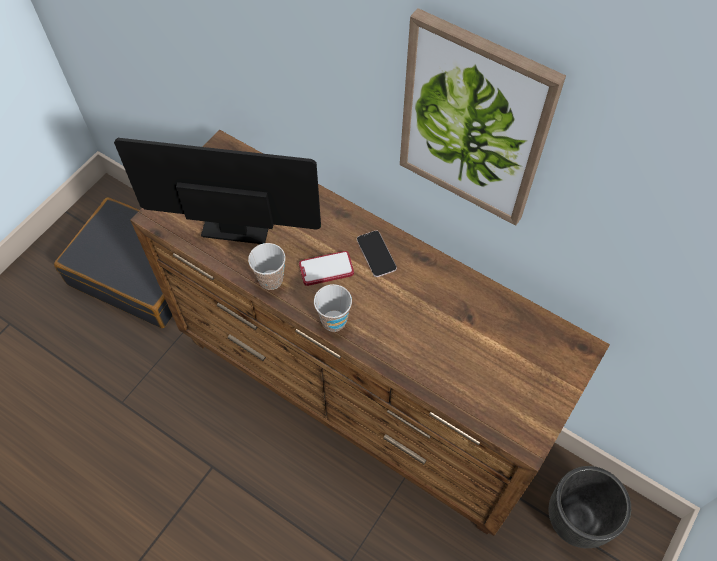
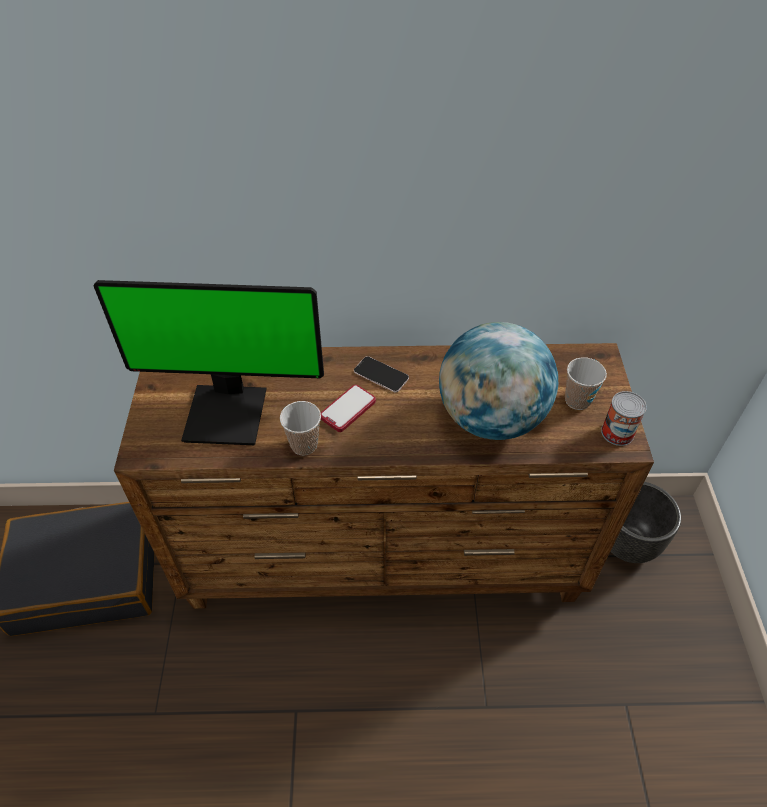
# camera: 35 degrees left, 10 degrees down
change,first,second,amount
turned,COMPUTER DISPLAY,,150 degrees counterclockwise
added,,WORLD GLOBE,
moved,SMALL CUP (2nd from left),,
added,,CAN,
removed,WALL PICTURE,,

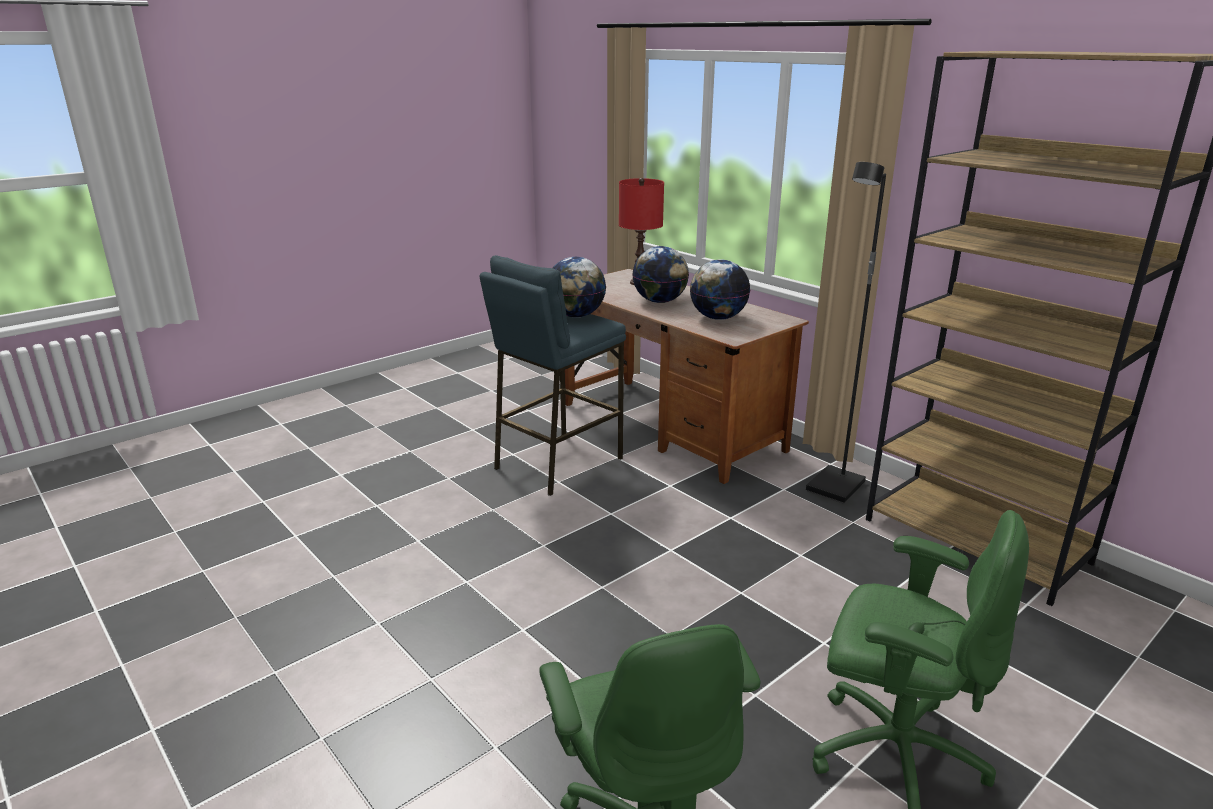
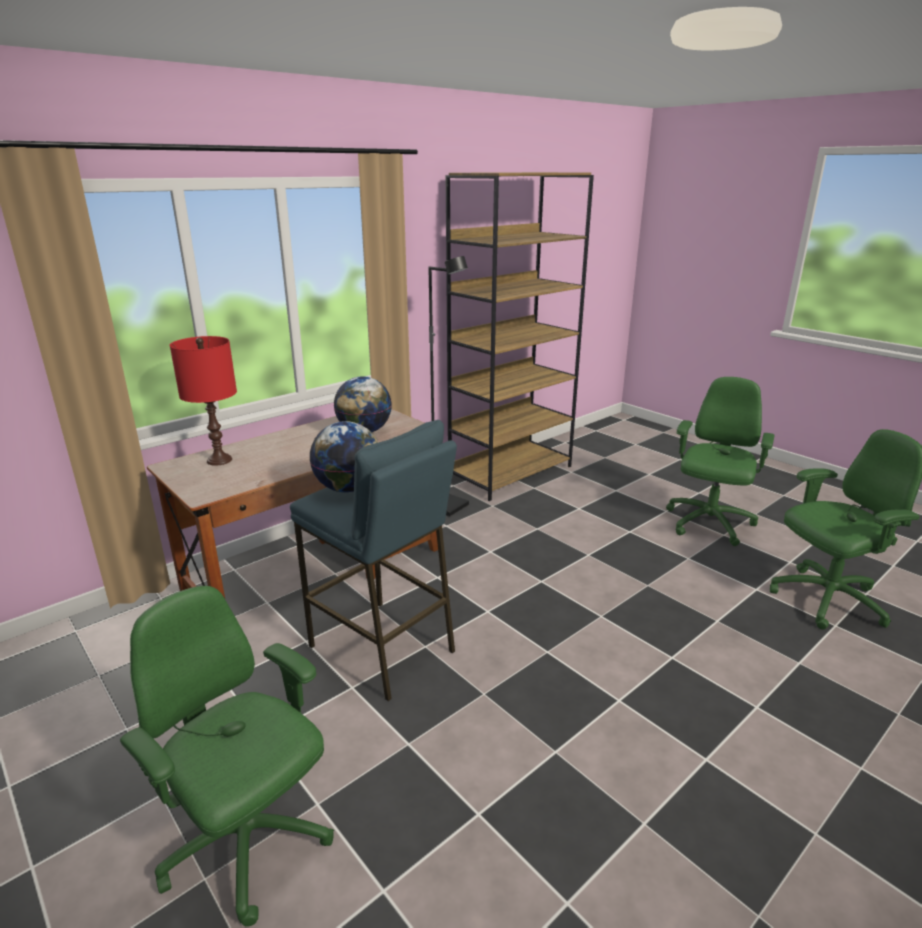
# camera: 90 degrees left, 0 degrees up
change,first,second,amount
added,,GREEN DESK CHAIR (1st from left),
removed,WORLD GLOBE (2nd from left),,

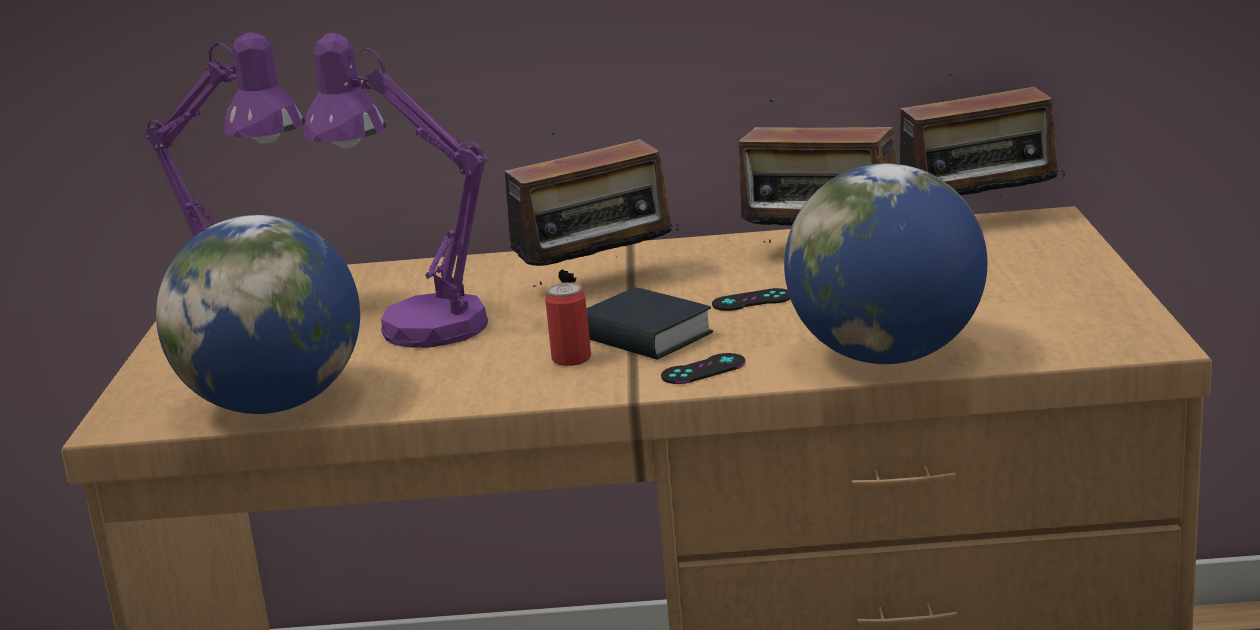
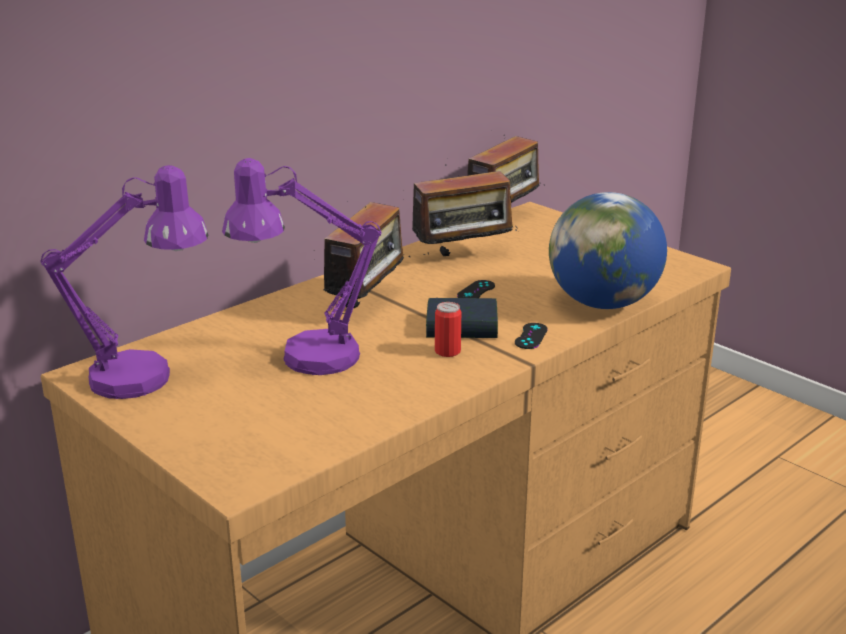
# camera: 45 degrees left, 5 degrees up
change,first,second,amount
removed,WORLD GLOBE (1st from left),,

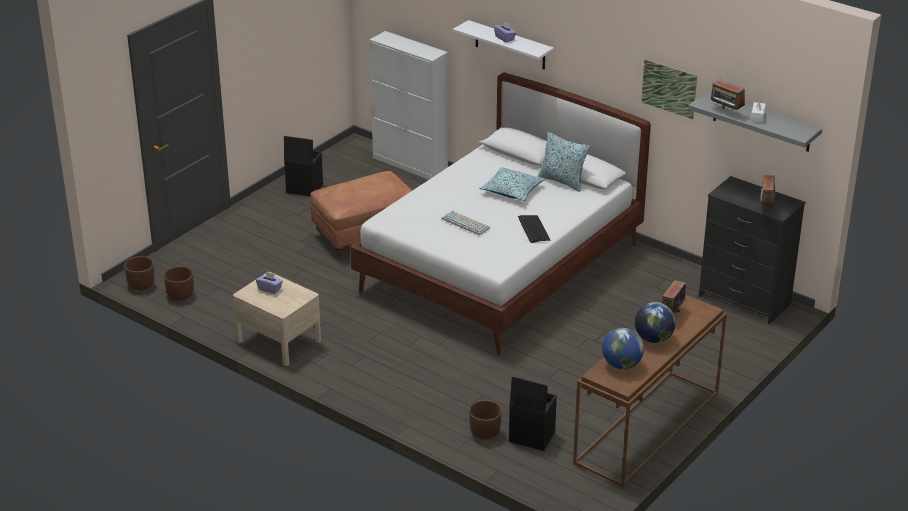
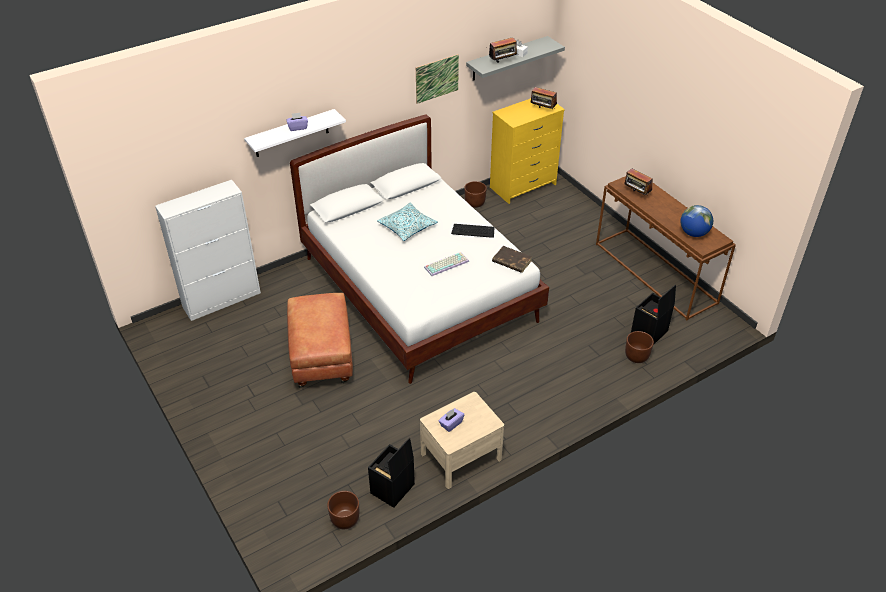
# camera: 70 degrees left, 10 degrees up
change,first,second,amount
moved,BLACK STORAGE BOX (1st from left),,
moved,BROWNISH PLANT POT (1st from left in the first image),BROWNISH PLANT POT (2nd from left),
recoloured,BLACK CHEST OF DRAWERS,YELLOW CHEST OF DRAWERS,
added,,BROWNISH BOOK,
removed,THROW PILLOW (2nd from left),,
removed,WORLD GLOBE (2nd from left),,

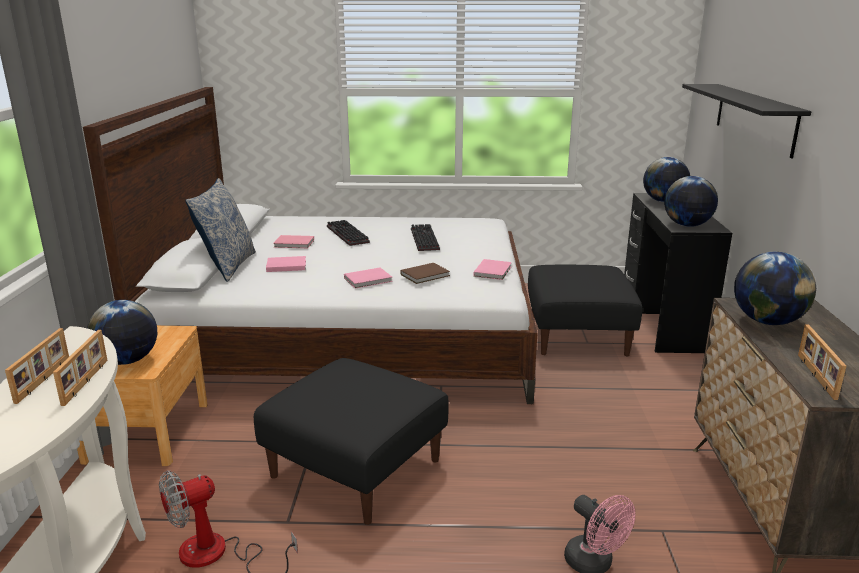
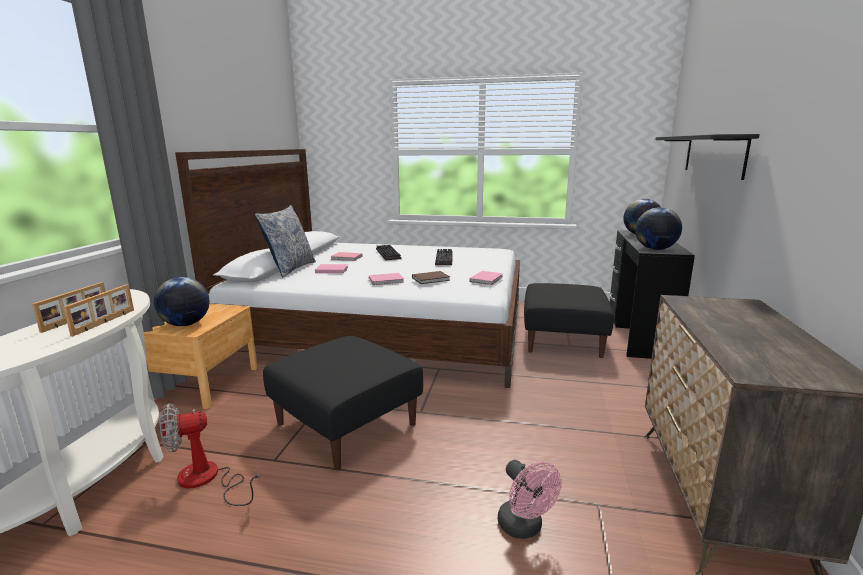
# camera: 10 degrees right, 5 degrees down
change,first,second,amount
removed,WORLD GLOBE (4th from left),,
removed,STANDING FRAME (3rd from left),,

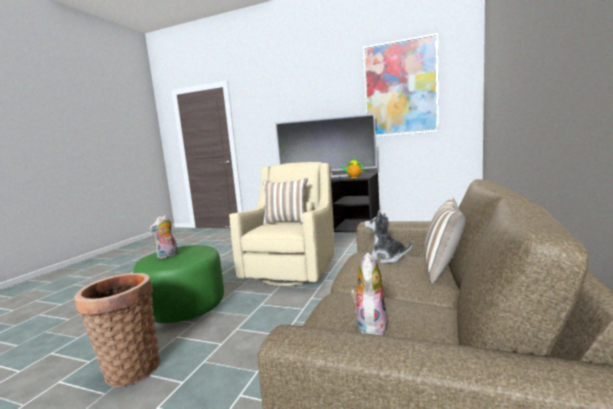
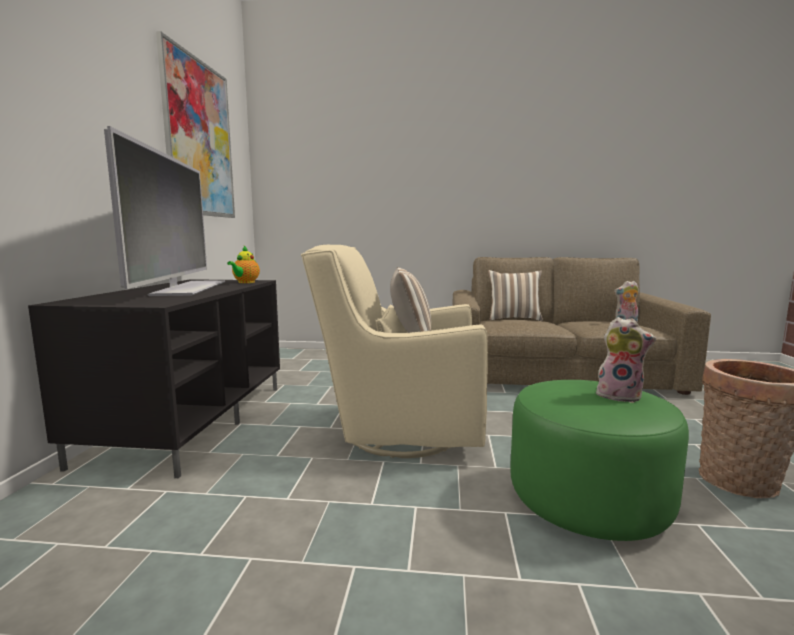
# camera: 105 degrees left, 0 degrees up
change,first,second,amount
removed,PLUSH TOY (3rd from left),,

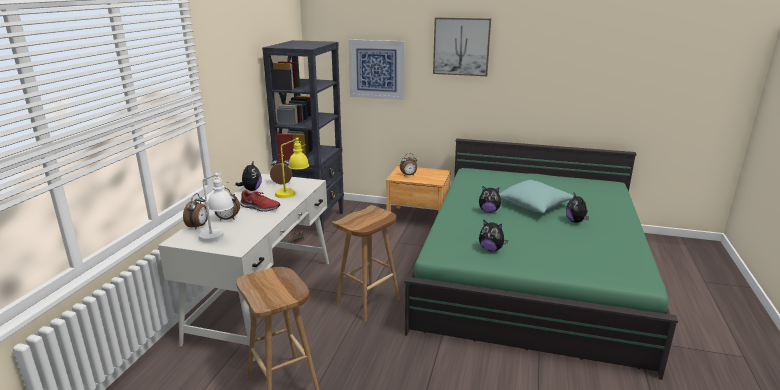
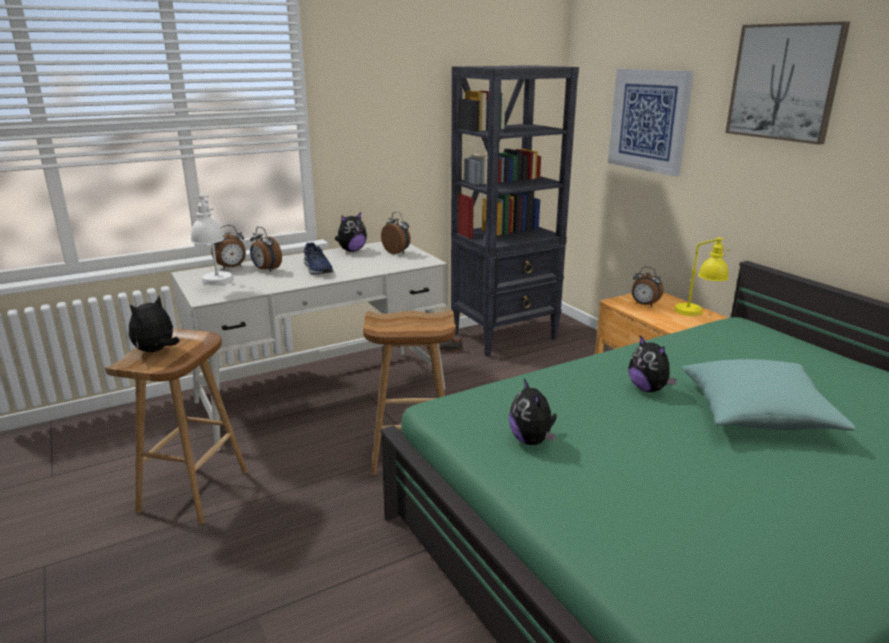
# camera: 45 degrees right, 0 degrees up
change,first,second,amount
moved,PLUSH TOY (4th from left in the first image),PLUSH TOY (1st from left),
recoloured,RED-COLOURED ITEM OF FOOTWEAR,BLUE ITEM OF FOOTWEAR,
moved,YELLOW TABLE LAMP,,

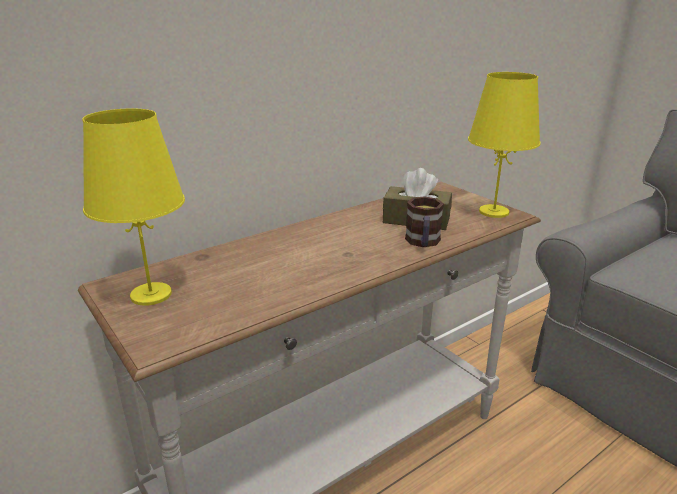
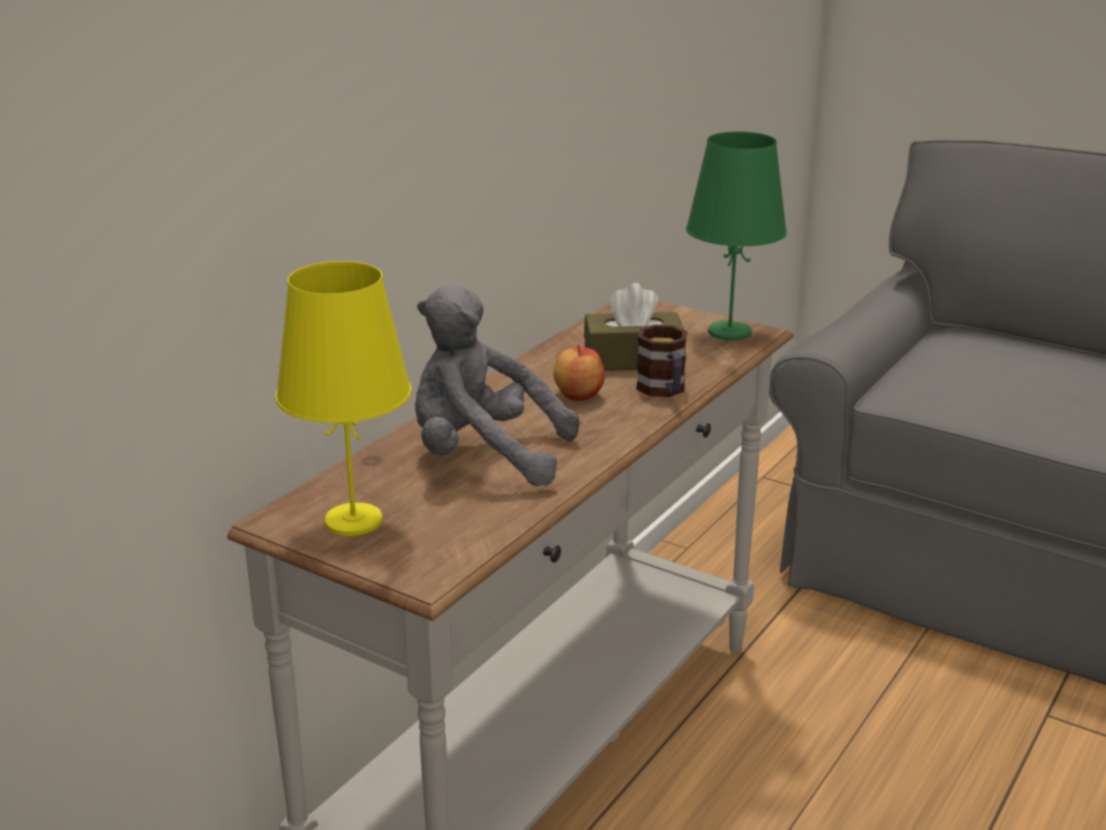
# camera: 20 degrees left, 0 degrees up
change,first,second,amount
added,,GREYISH PLUSH TOY,
added,,APPLE,
recoloured,YELLOW TABLE LAMP (2nd from left),GREEN TABLE LAMP,

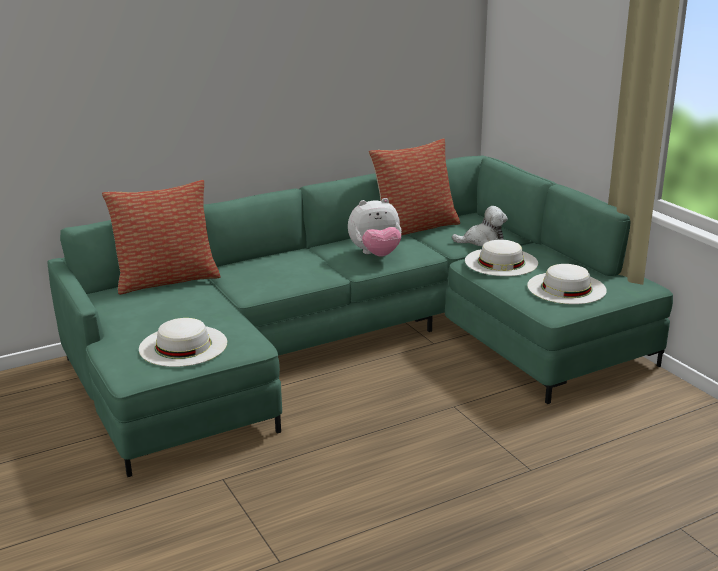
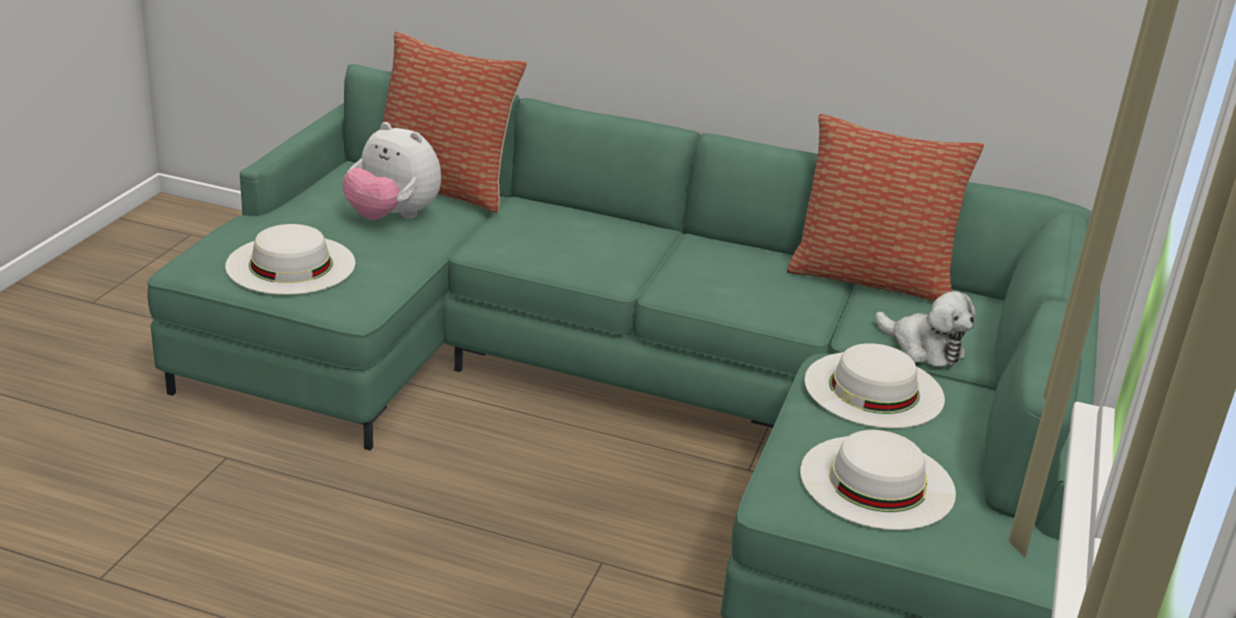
# camera: 45 degrees right, 5 degrees up
change,first,second,amount
moved,PLUSH TOY (1st from left),,

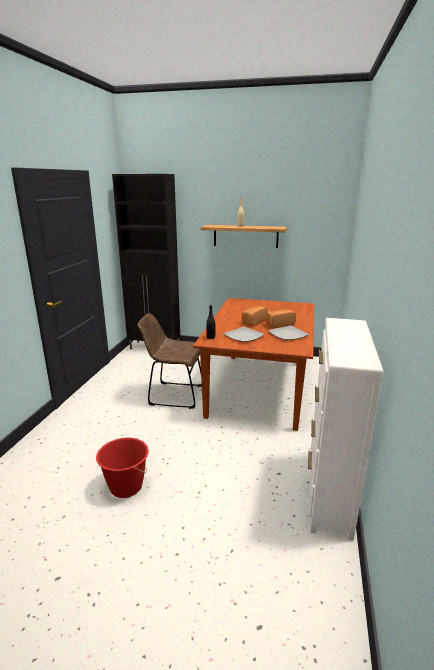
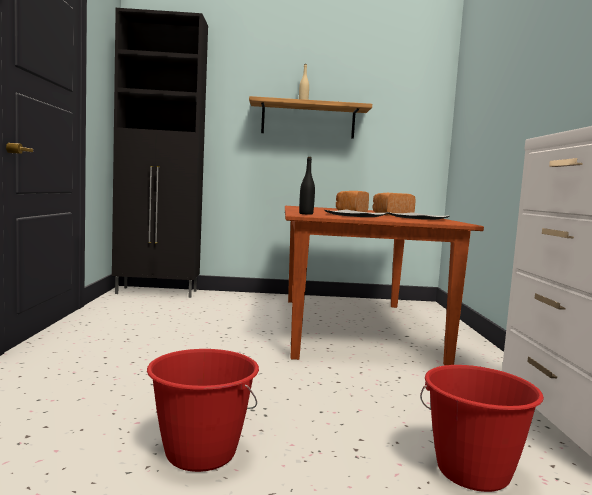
# camera: 15 degrees left, 15 degrees down
change,first,second,amount
added,,RED-COLOURED PAIL (2nd from left),
removed,BROWNISH PLAIN CHAIR,,

